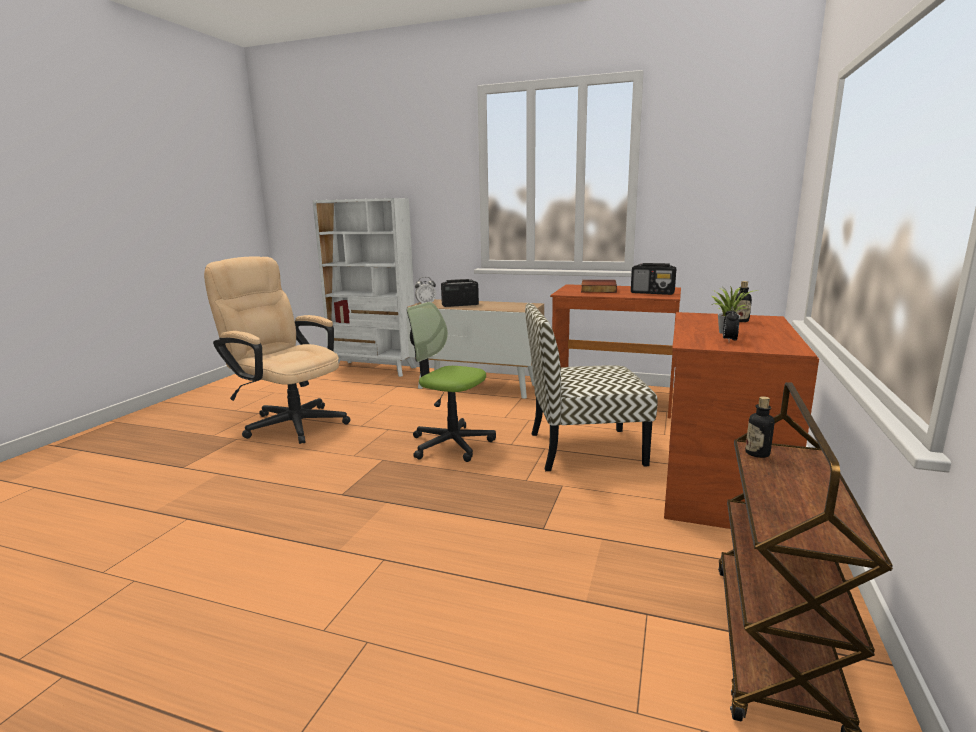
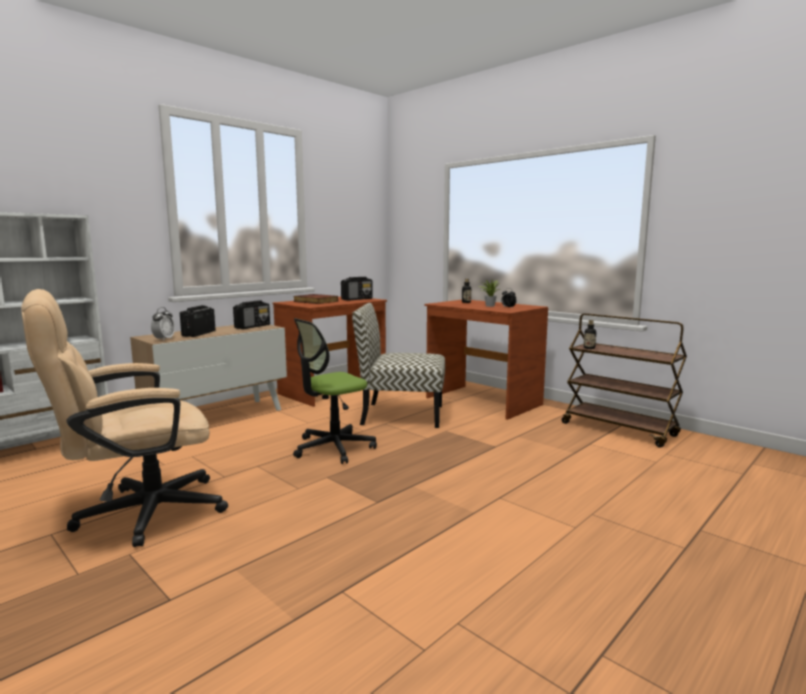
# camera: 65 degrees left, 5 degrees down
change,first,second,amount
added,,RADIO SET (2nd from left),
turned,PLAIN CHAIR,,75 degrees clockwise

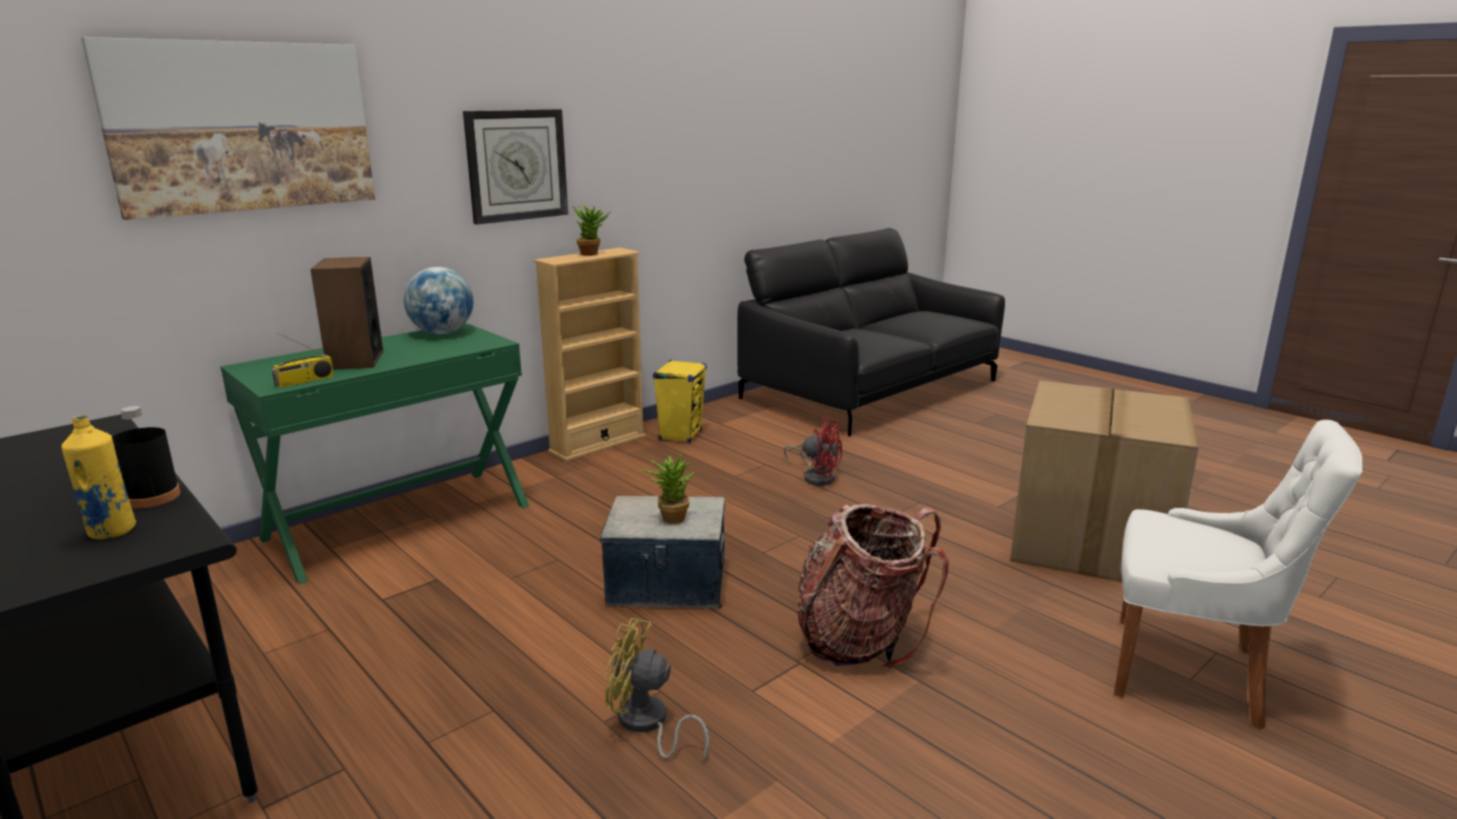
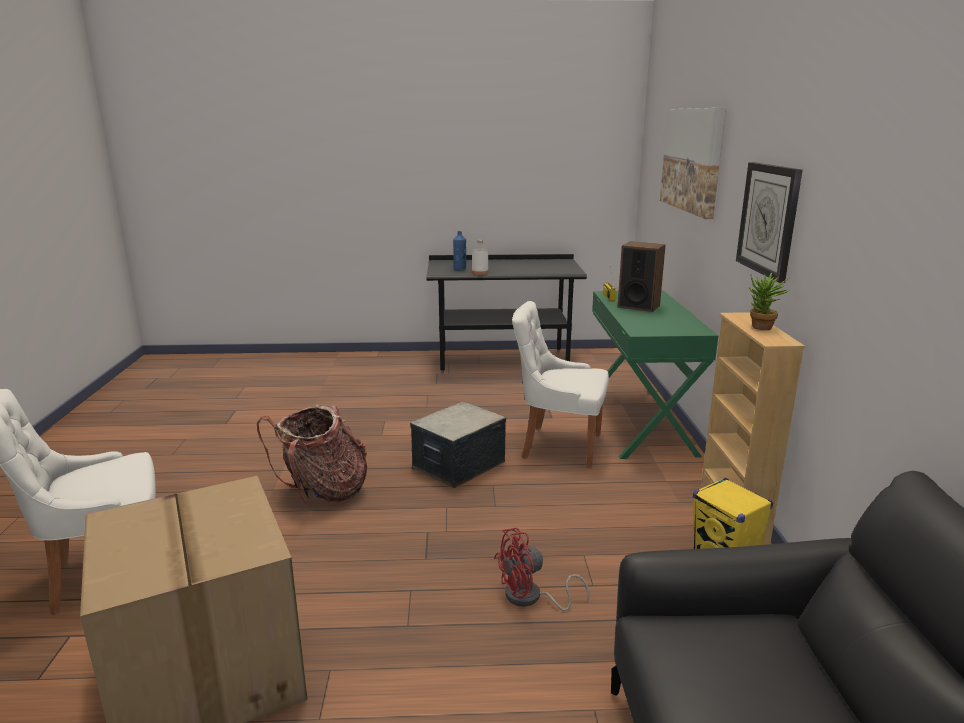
# camera: 130 degrees right, 0 degrees up
change,first,second,amount
recoloured,YELLOW DRINK BOTTLE,BLUE DRINK BOTTLE,
recoloured,BLACK DRINK BOTTLE,WHITISH DRINK BOTTLE,
added,,WHITISH PLAIN CHAIR (2nd from left),
removed,WORLD GLOBE,,
removed,YELLOW FAN,,
removed,PLANT IN A POT (2nd from left),,

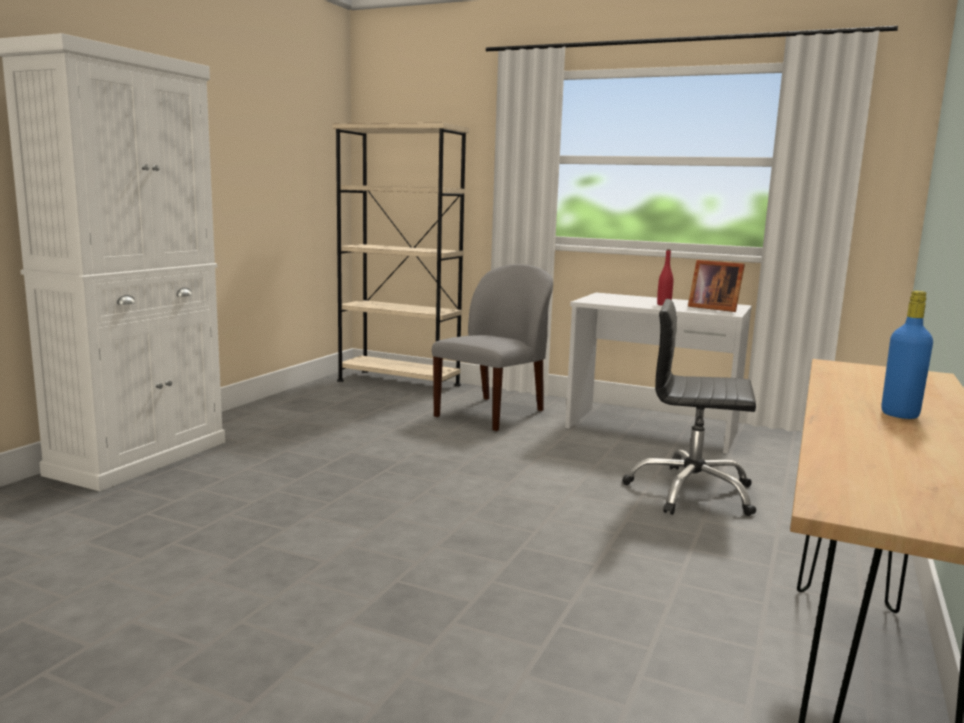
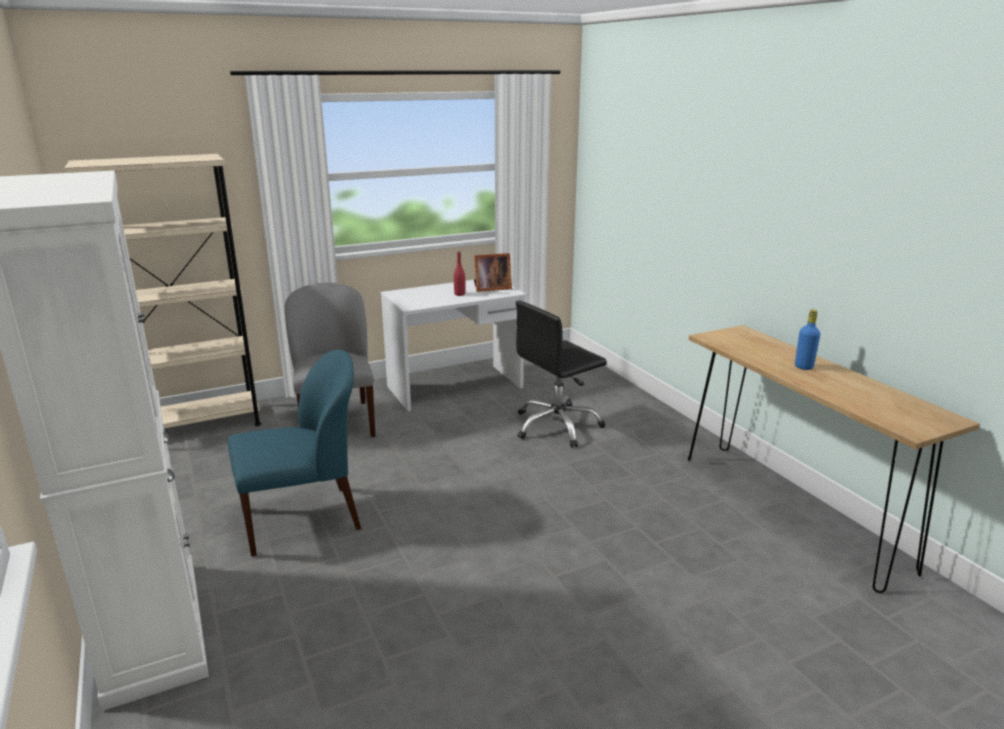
# camera: 50 degrees left, 10 degrees up
change,first,second,amount
added,,BLUE PLAIN CHAIR,

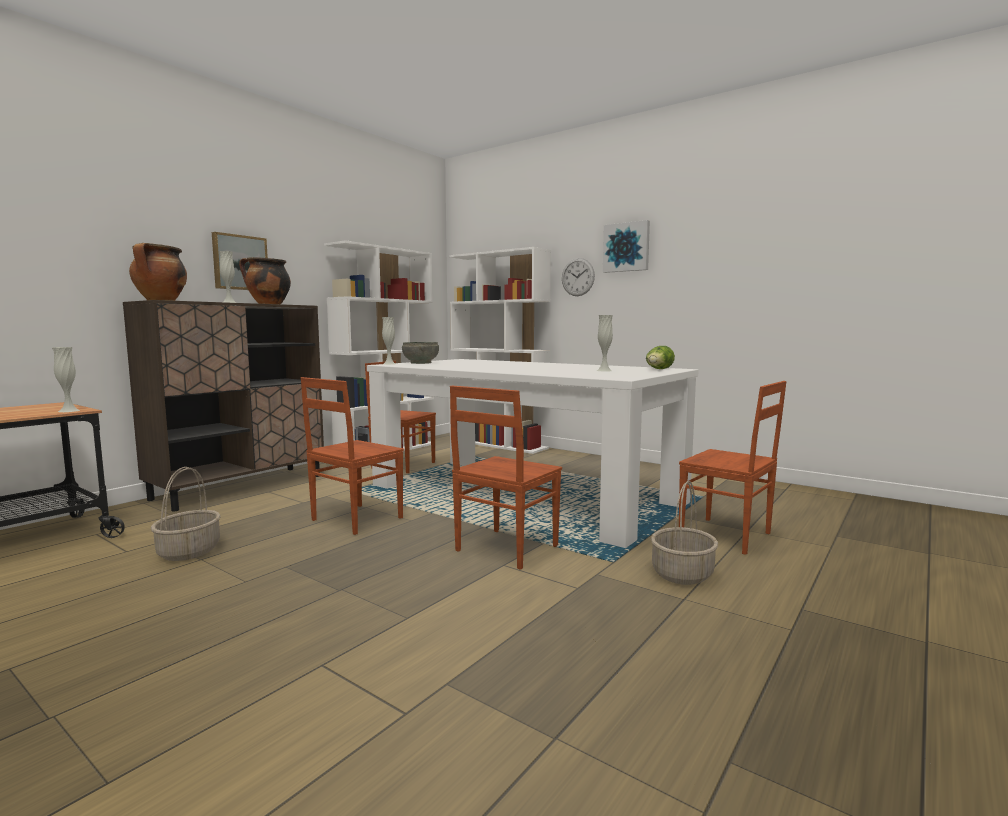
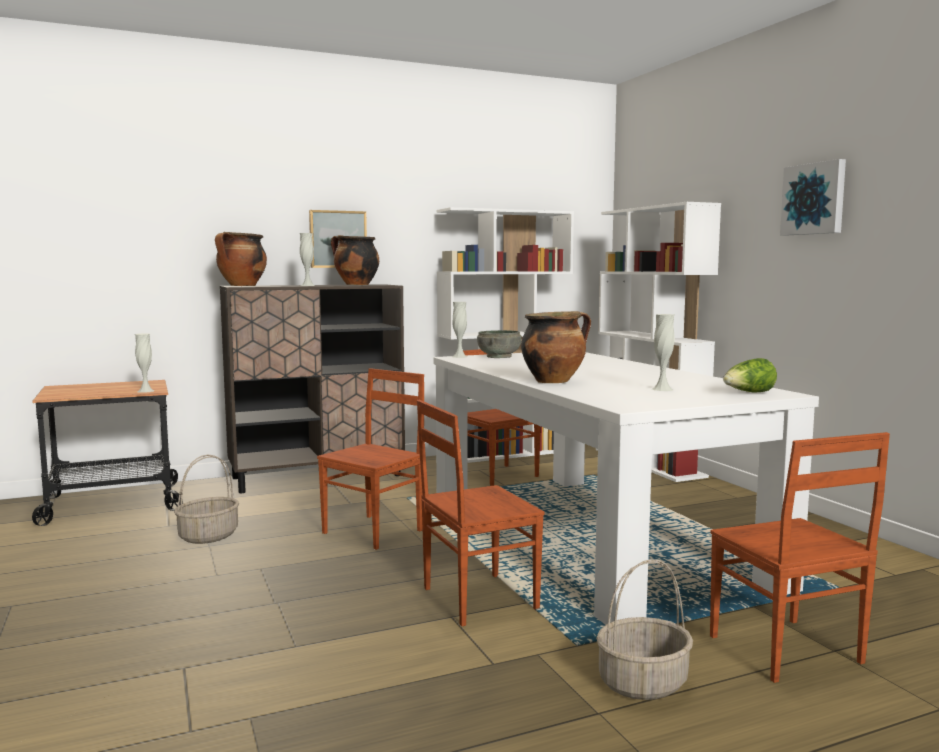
# camera: 30 degrees right, 0 degrees up
change,first,second,amount
turned,BROWNISH PLAIN CHAIR (1st from left),,150 degrees clockwise
added,,COOKING POT (3rd from left),
removed,WALL CLOCK,,

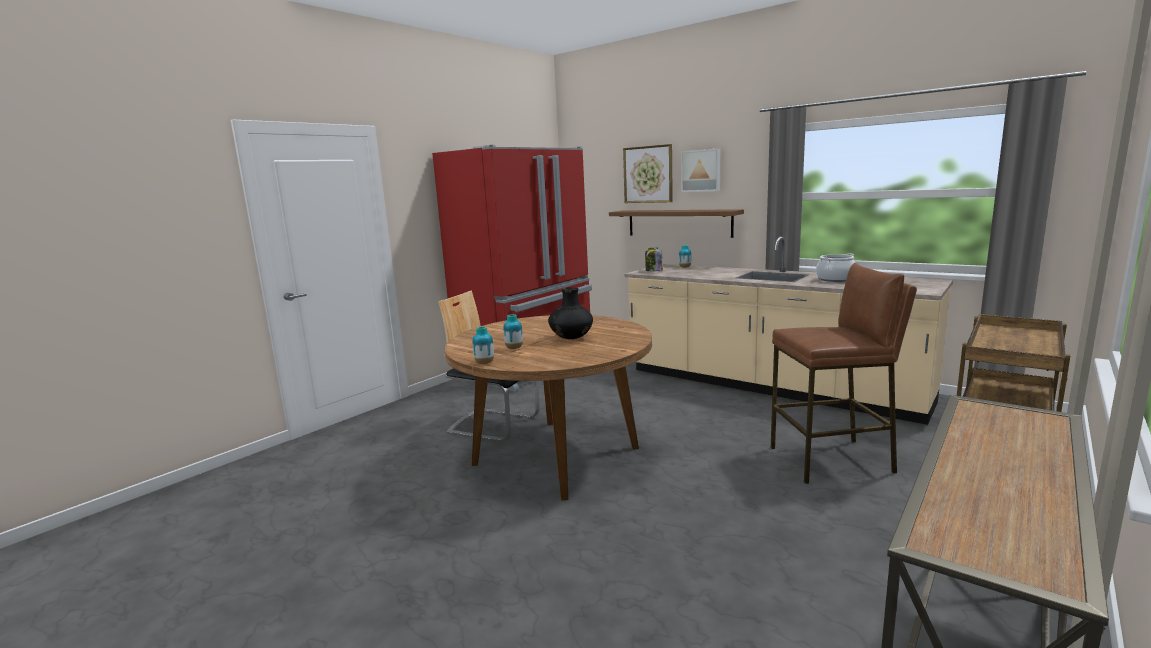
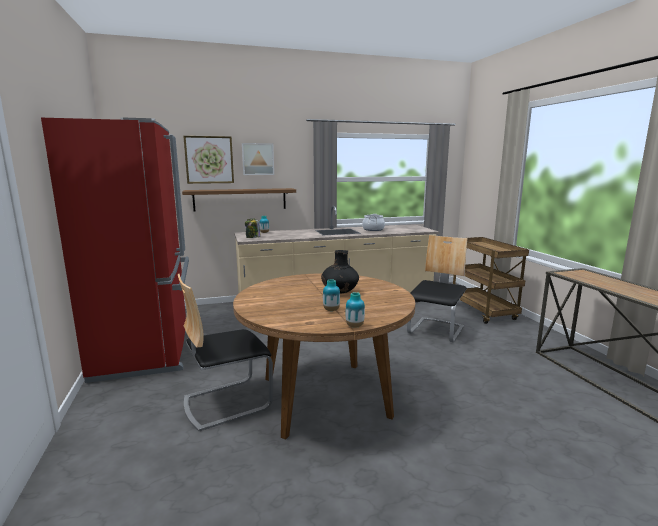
# camera: 55 degrees left, 0 degrees up
change,first,second,amount
replaced,BROWNISH STOOL SEAT,PLAIN CHAIR (2nd from left),

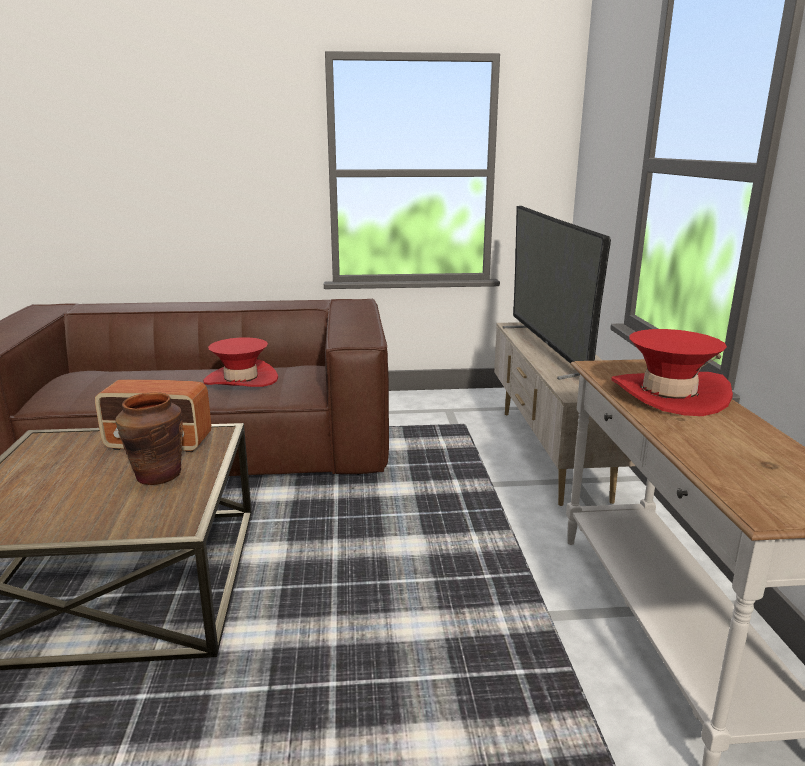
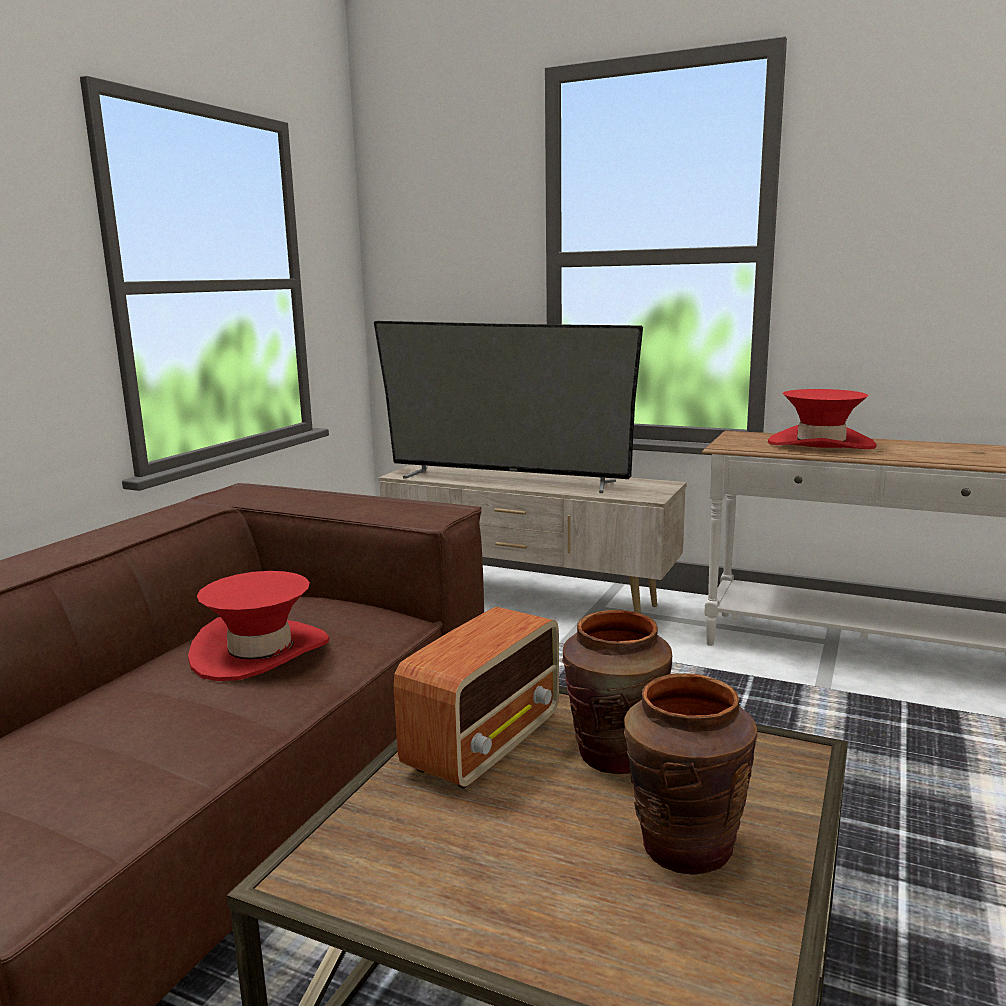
# camera: 60 degrees left, 5 degrees down
change,first,second,amount
added,,BROWNISH FLOWER VASE (2nd from left),

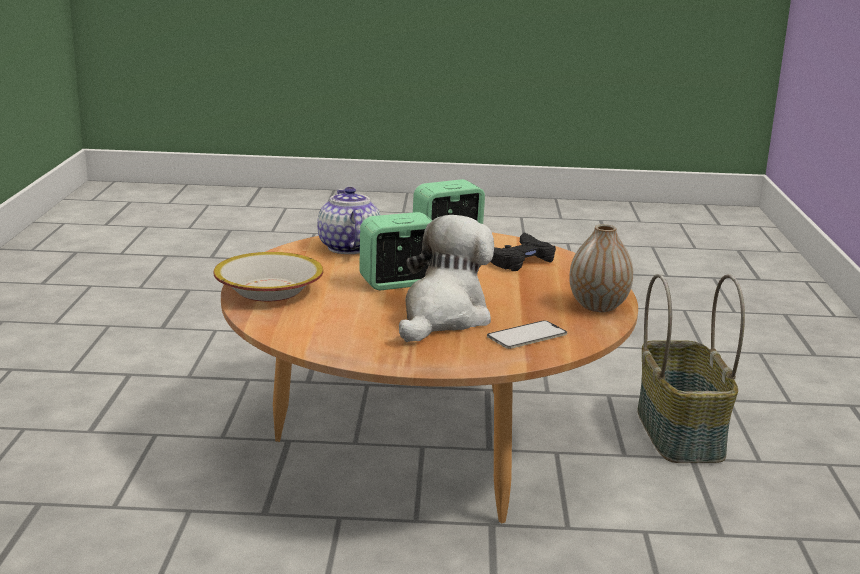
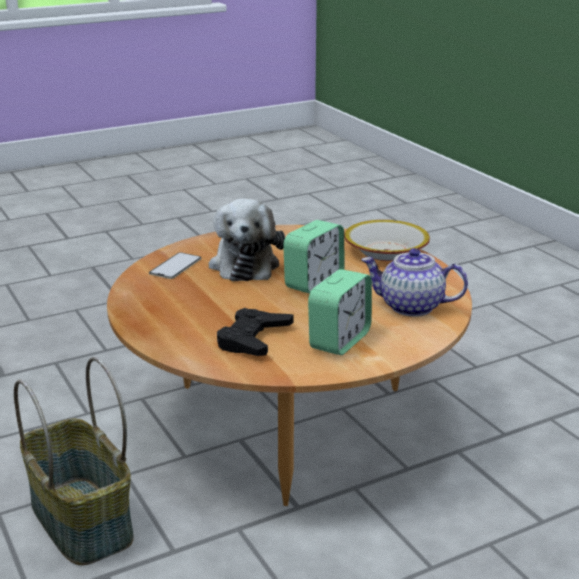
# camera: 150 degrees right, 5 degrees up
change,first,second,amount
turned,TEAPOT,,150 degrees clockwise
removed,FLOWER VASE,,

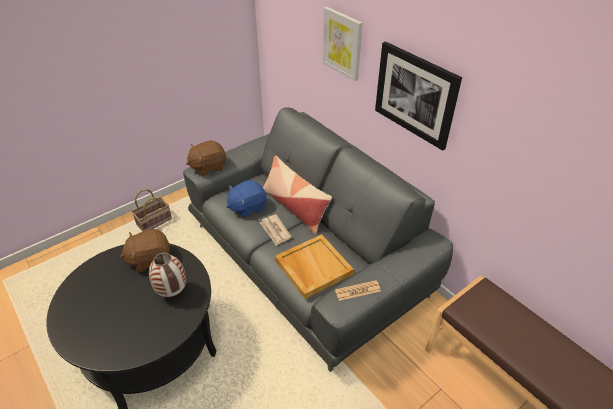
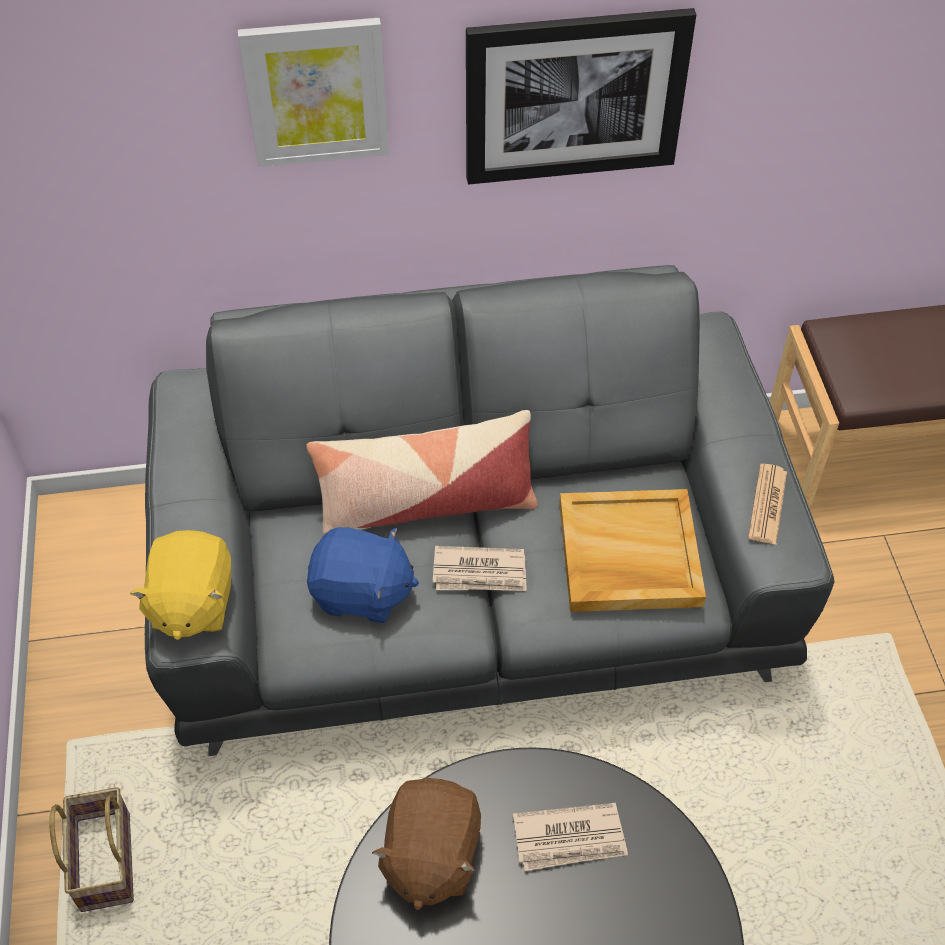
# camera: 60 degrees left, 10 degrees up
change,first,second,amount
recoloured,BROWNISH PLUSH TOY (2nd from left),YELLOW PLUSH TOY,
turned,BLUE PLUSH TOY,,75 degrees counterclockwise
replaced,FLOWER VASE,NEWSPAPER (2nd from left),

